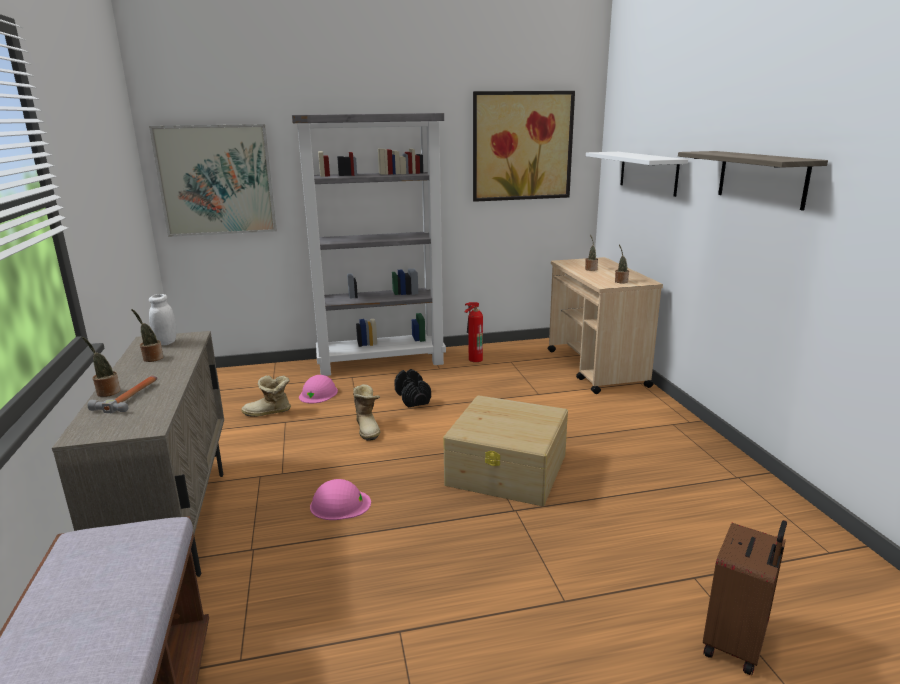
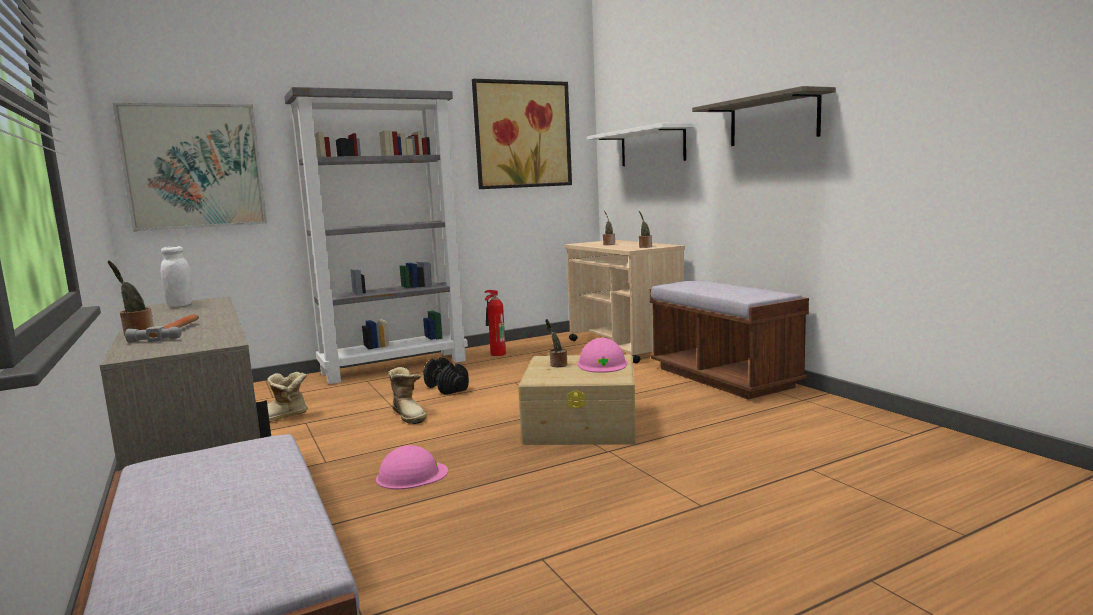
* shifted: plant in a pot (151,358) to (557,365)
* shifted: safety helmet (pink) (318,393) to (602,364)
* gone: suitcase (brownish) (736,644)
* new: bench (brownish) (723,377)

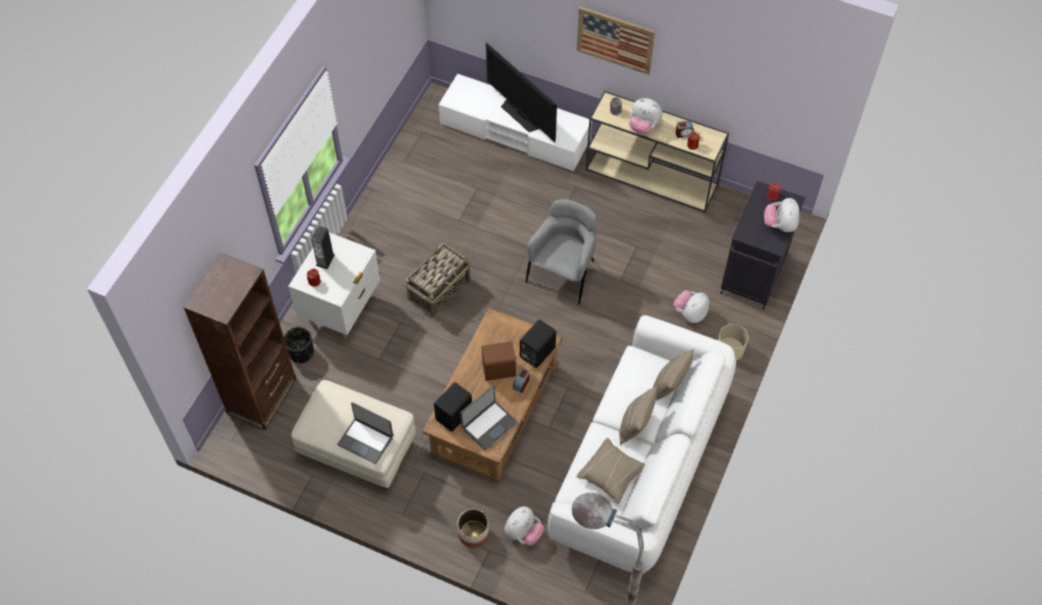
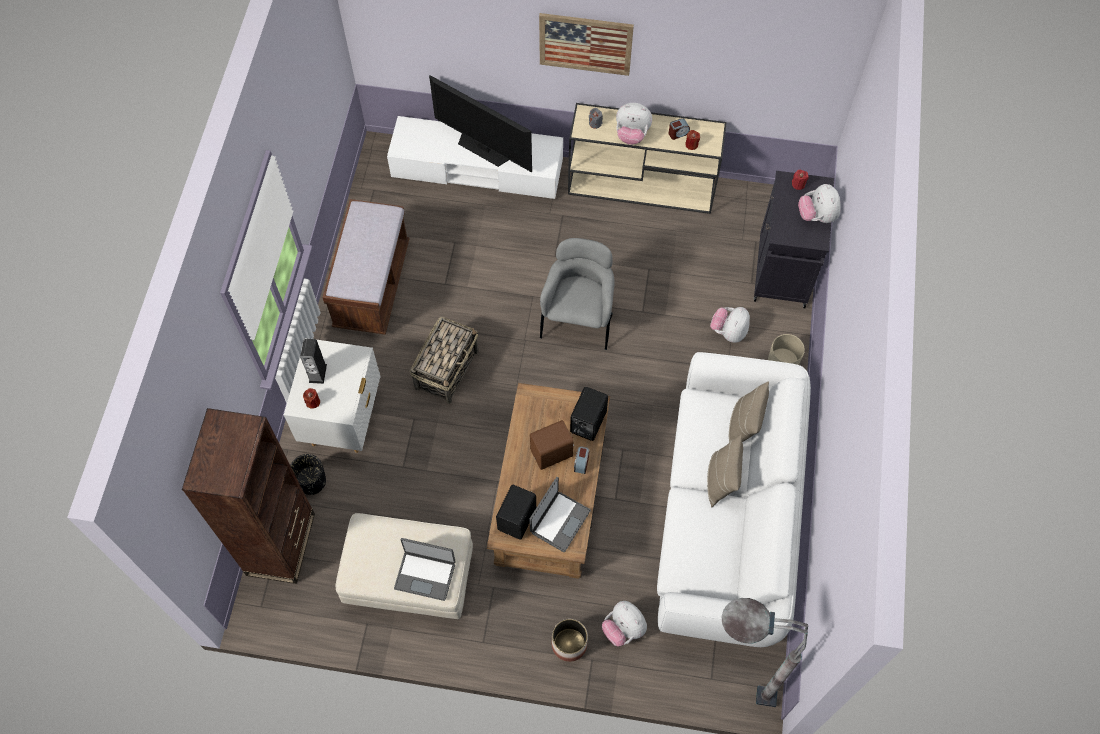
* gone: throw pillow (sand-coloured) (611,475)
* rotated: plush toy (523,533) = (623,629) 120 degrees clockwise
* new: bench (brownish) (372,285)

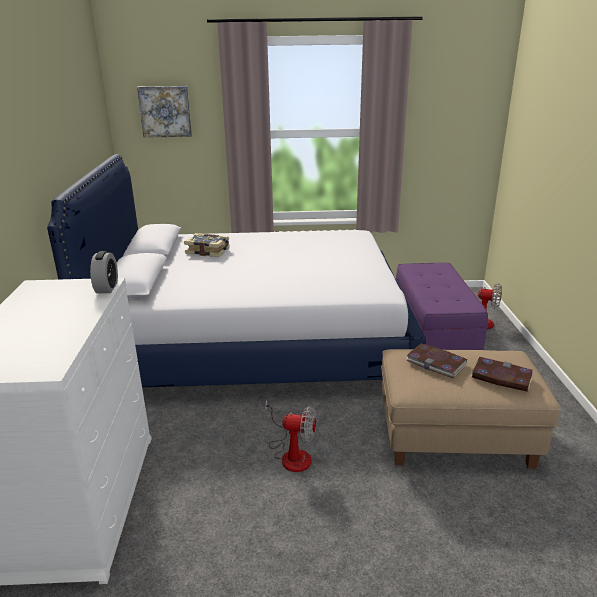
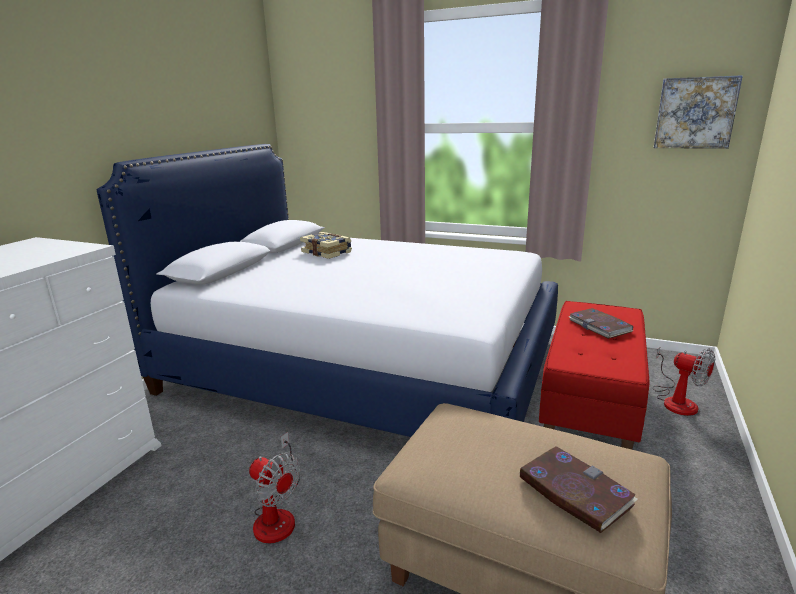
* shifted: wall art (165,111) to (695,113)
* gone: table clock (107,288)
* repainted: bench (purple) (432,336) to bench (red) (589,406)
* shifted: book (436,362) to (600,326)

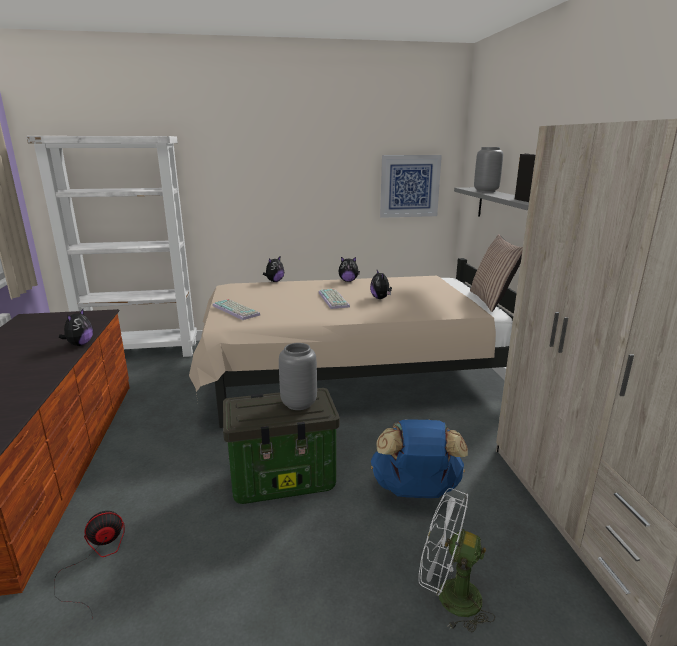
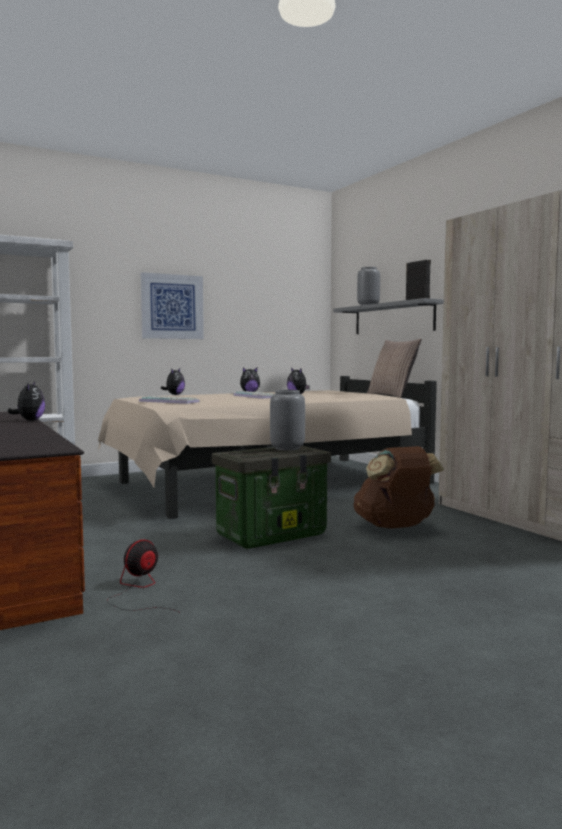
* shifted: wall art (409,186) to (172,306)
* repainted: rucksack (bluish) (415,491) to rucksack (brownish) (395,527)
* gone: fan (white-coloured) (448,596)

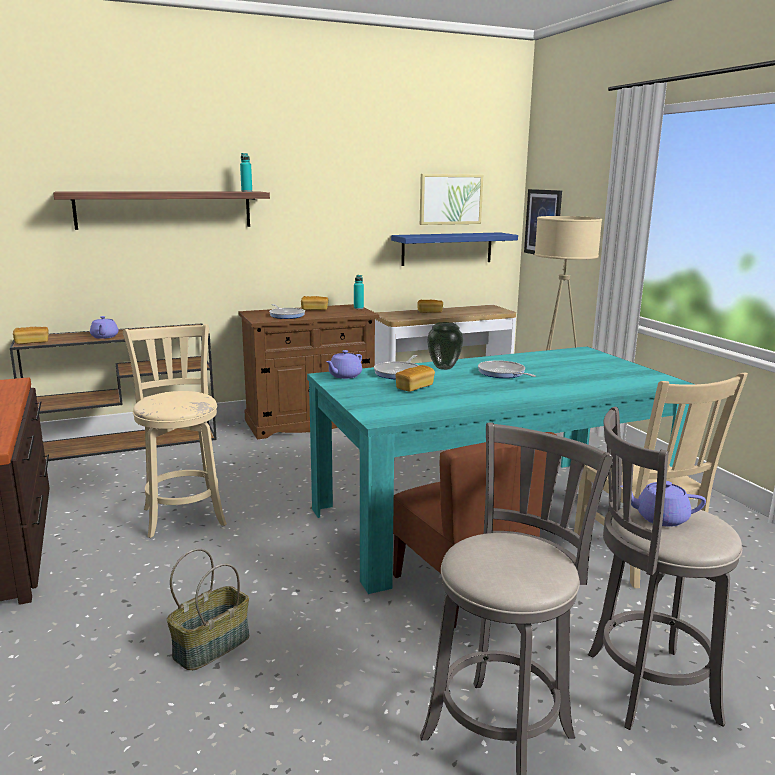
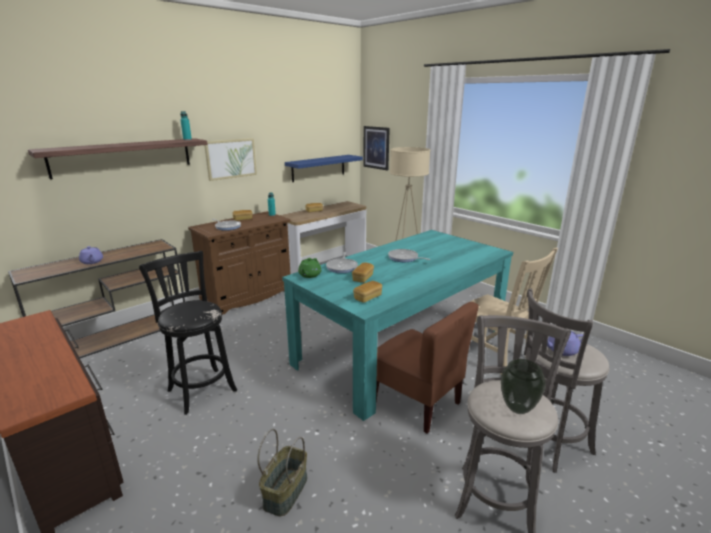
* shifted: wall art (450,199) to (231,158)
* shifted: vase (444,367) to (517,408)
* repainted: stool seat (sand-coloured) (184,514) to stool seat (blackish) (201,389)
* shifted: baked bread (32,342) to (367,297)
* repainted: pot for tea (purple) (344,376) to pot for tea (green-coloured) (309,275)

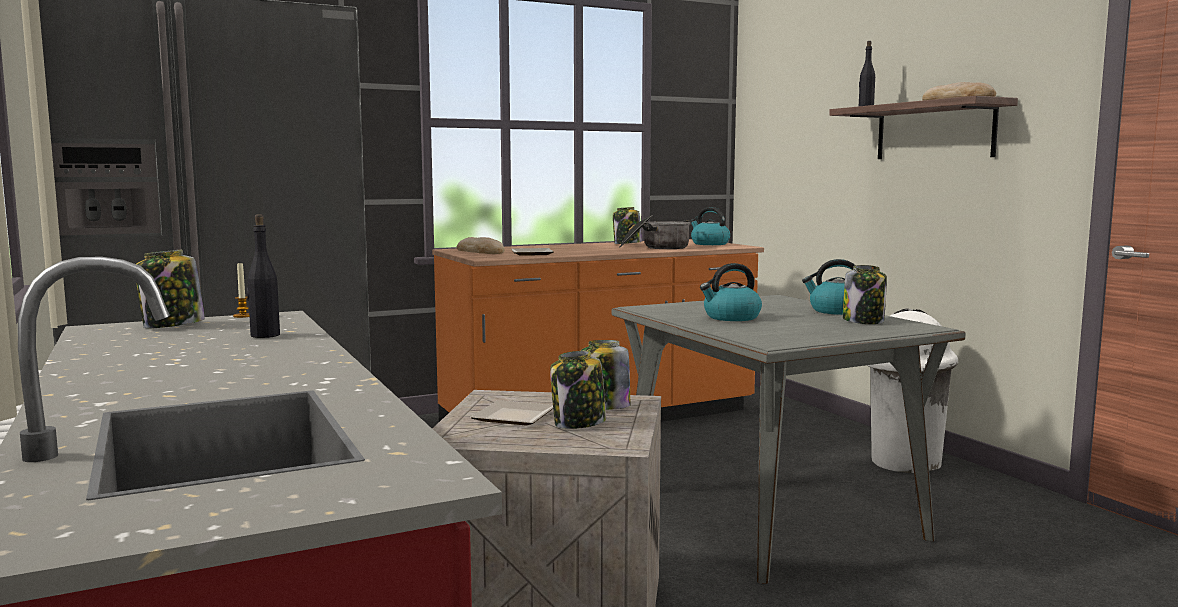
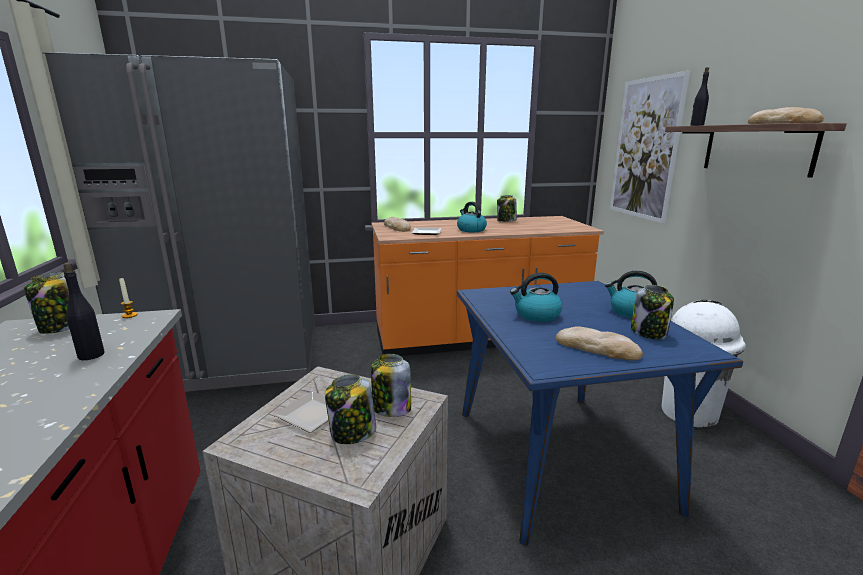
* shifted: kettle (709,244) to (471,230)
* gone: stockpot (655,247)
* repainted: dining table (gray) (769,514) to dining table (bluish) (559,457)
* new: wall art (645,149)
* new: baked bread (597,348)

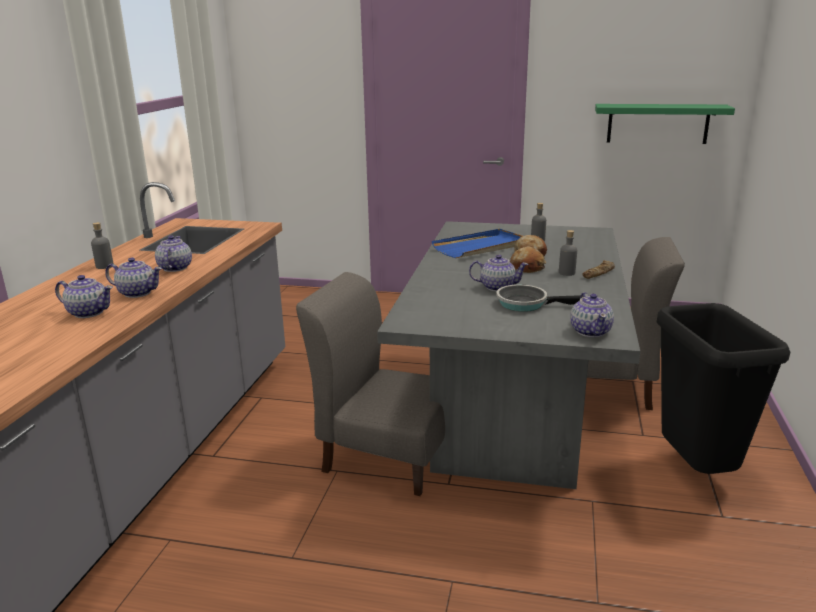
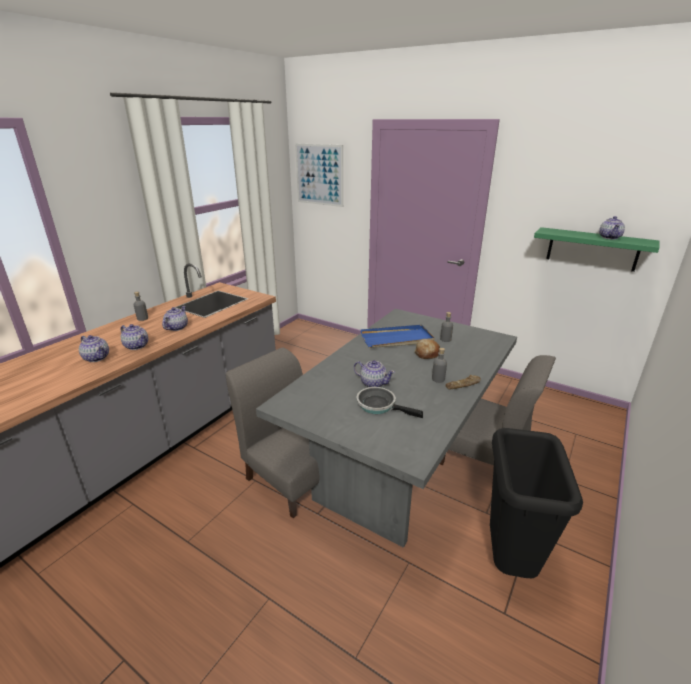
* gone: baked bread (527,267)
* shifted: pot for tea (590,331) to (609,237)
* new: wall art (319,175)

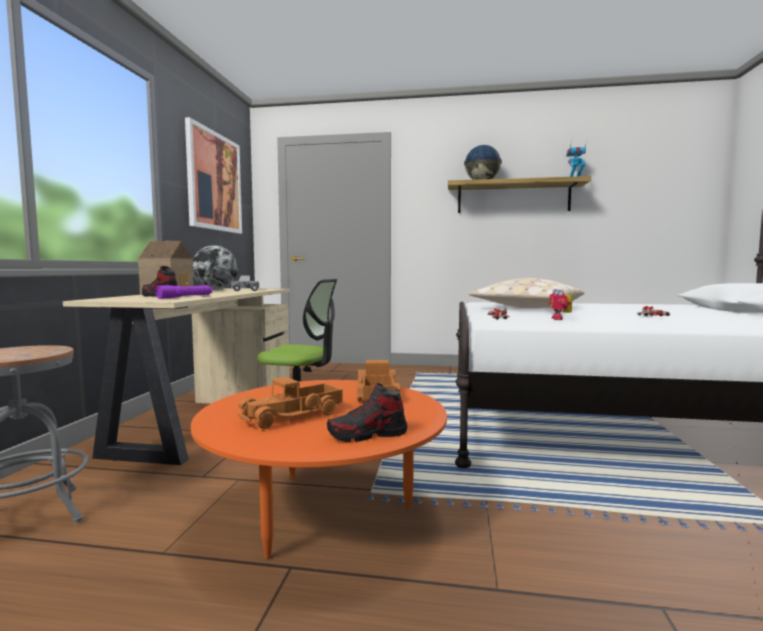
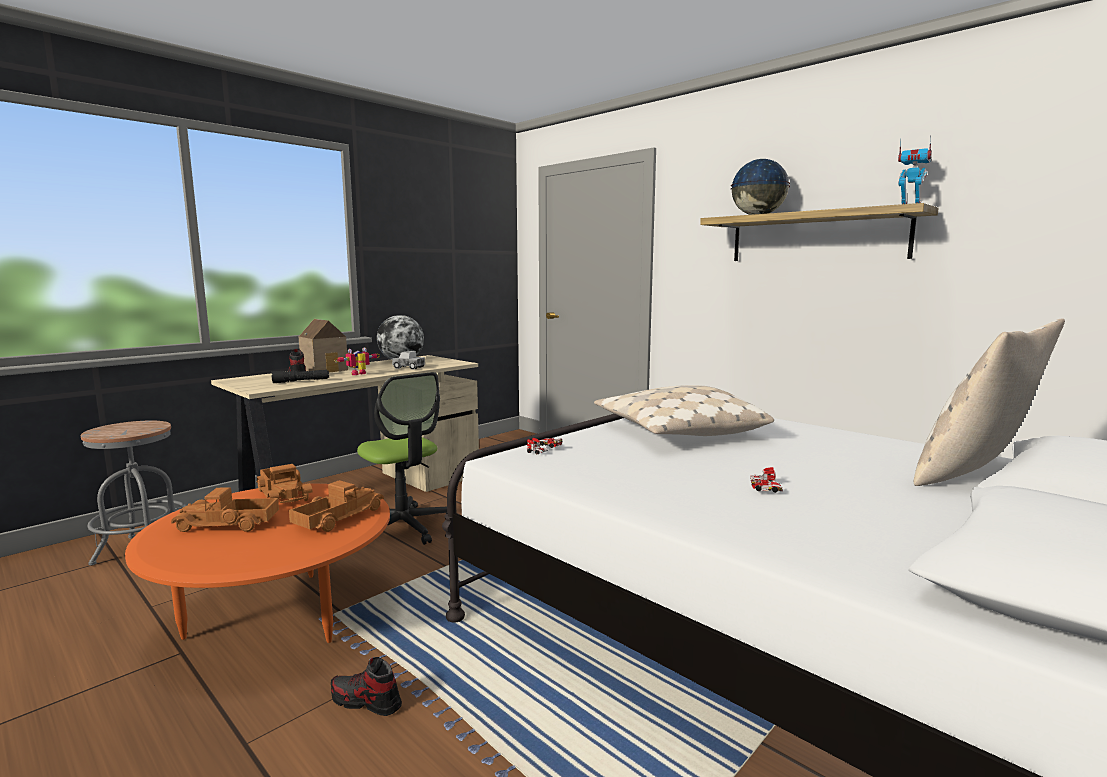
* gone: wall art (214,182)
* repainted: torch (purple) (185,297) to torch (blackish) (301,381)
* shifted: toy robot (560,319) to (360,374)
* shifted: item of footwear (368,435) to (366,702)
* new: throw pillow (sand-coloured) (974,475)
* new: toy lorry (285,494)

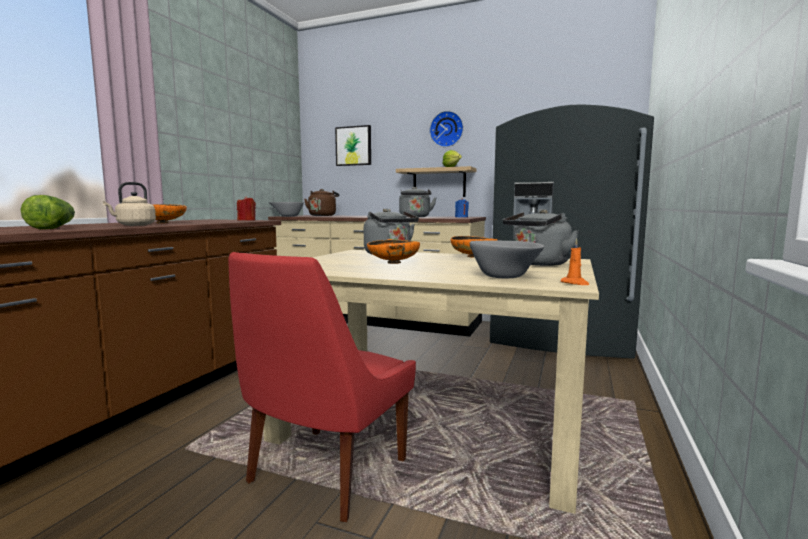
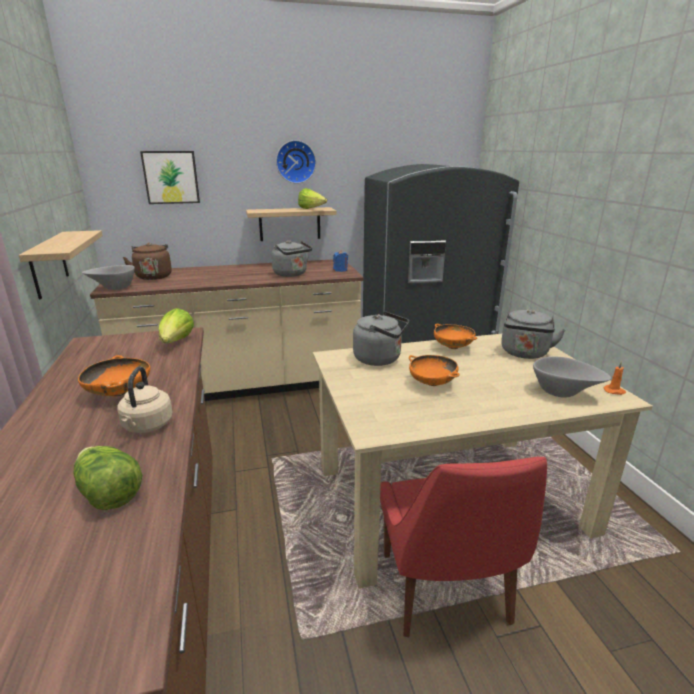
* swapped: wax candle (red) (246,220) to lettuce (176,342)
* new: shelf (48,264)

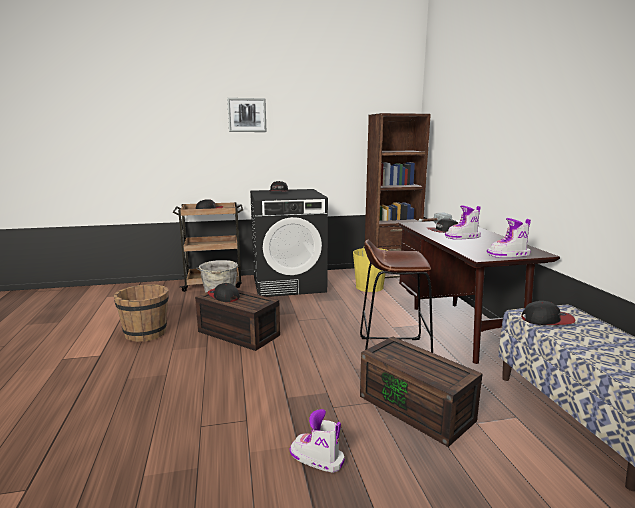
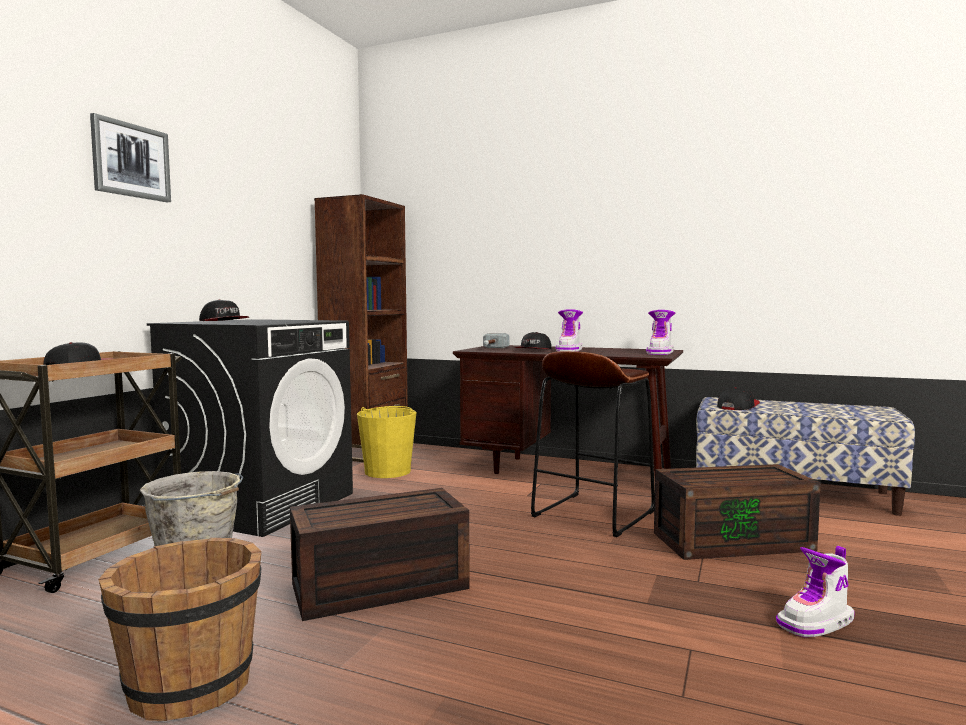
* gone: baseball cap (223,296)

